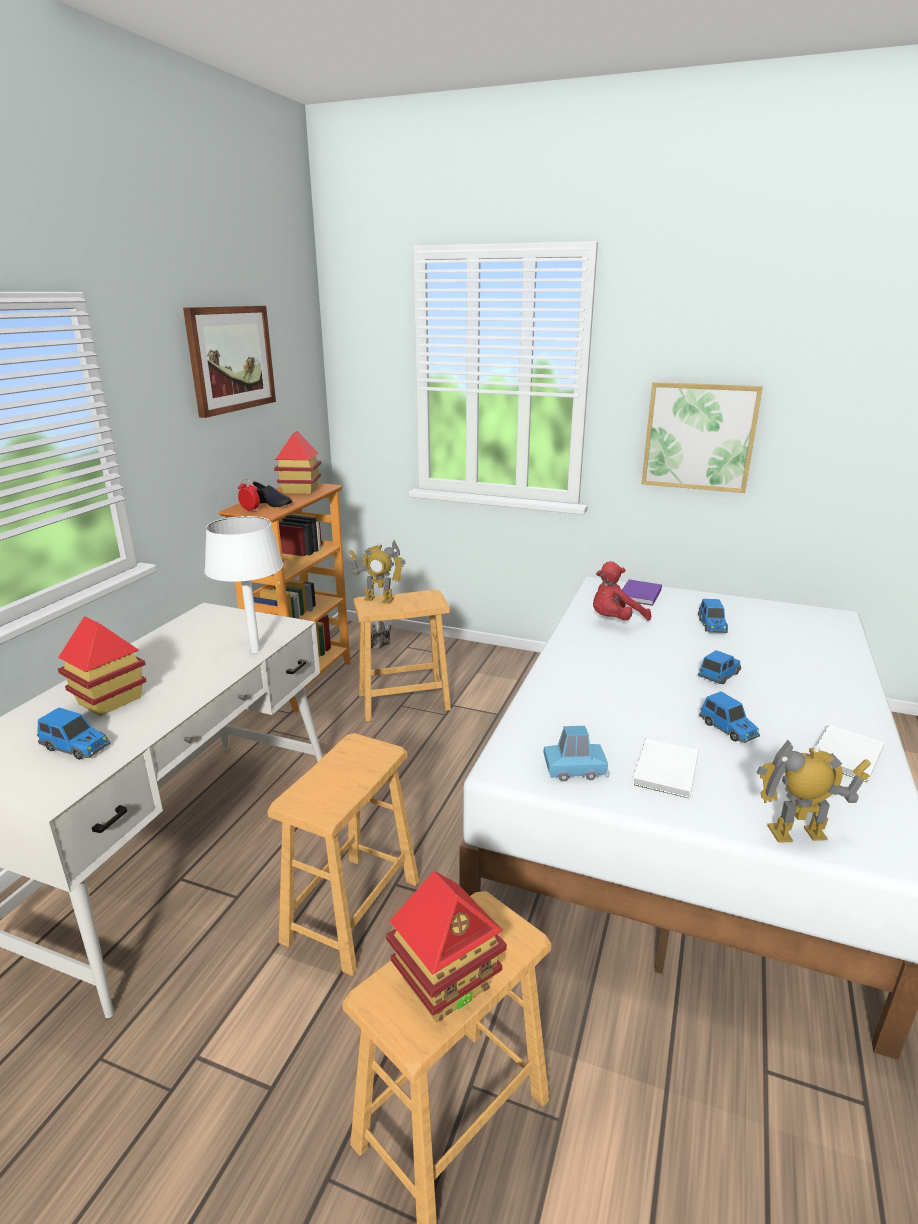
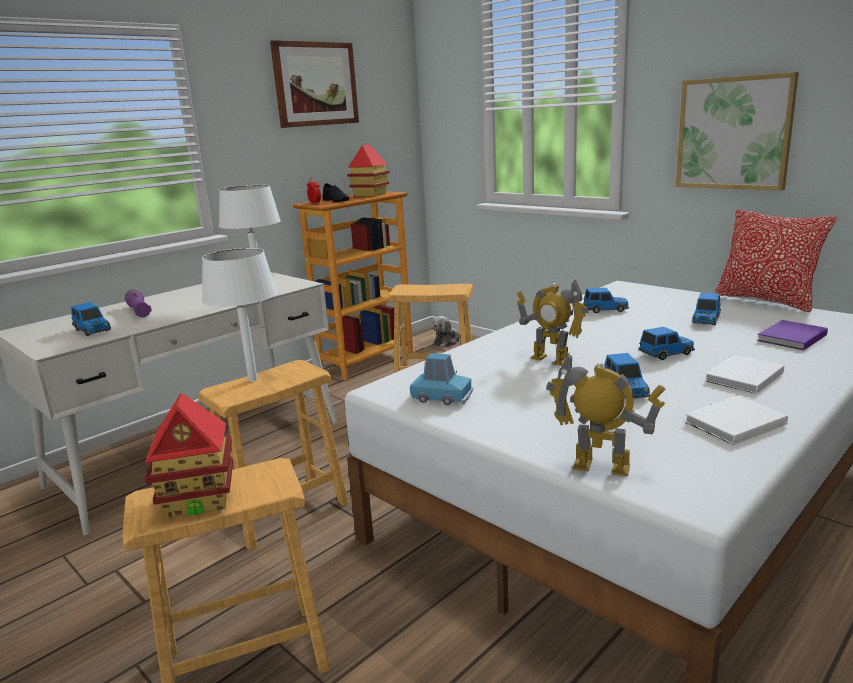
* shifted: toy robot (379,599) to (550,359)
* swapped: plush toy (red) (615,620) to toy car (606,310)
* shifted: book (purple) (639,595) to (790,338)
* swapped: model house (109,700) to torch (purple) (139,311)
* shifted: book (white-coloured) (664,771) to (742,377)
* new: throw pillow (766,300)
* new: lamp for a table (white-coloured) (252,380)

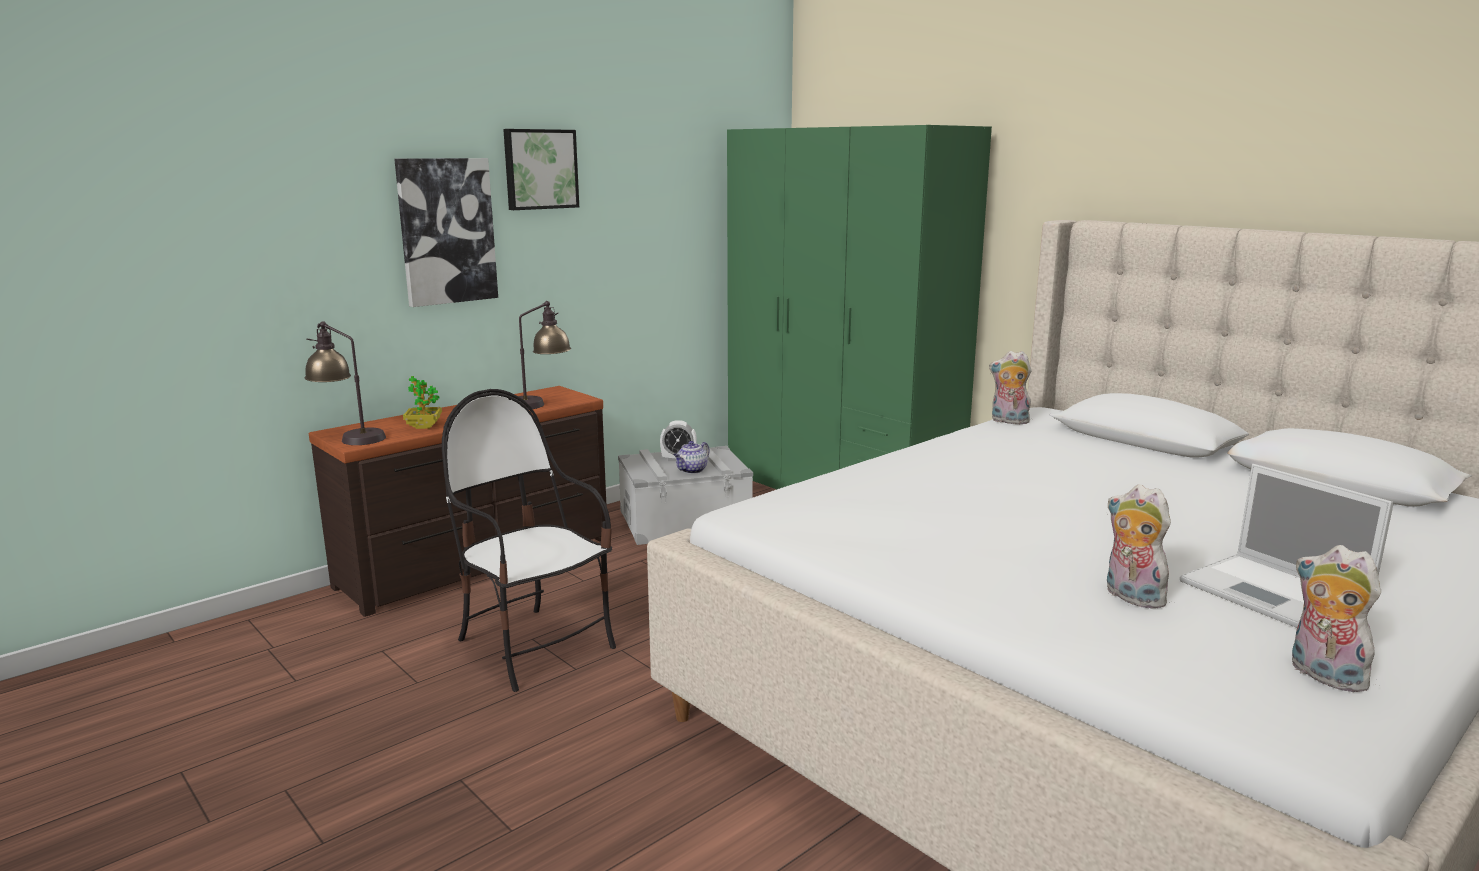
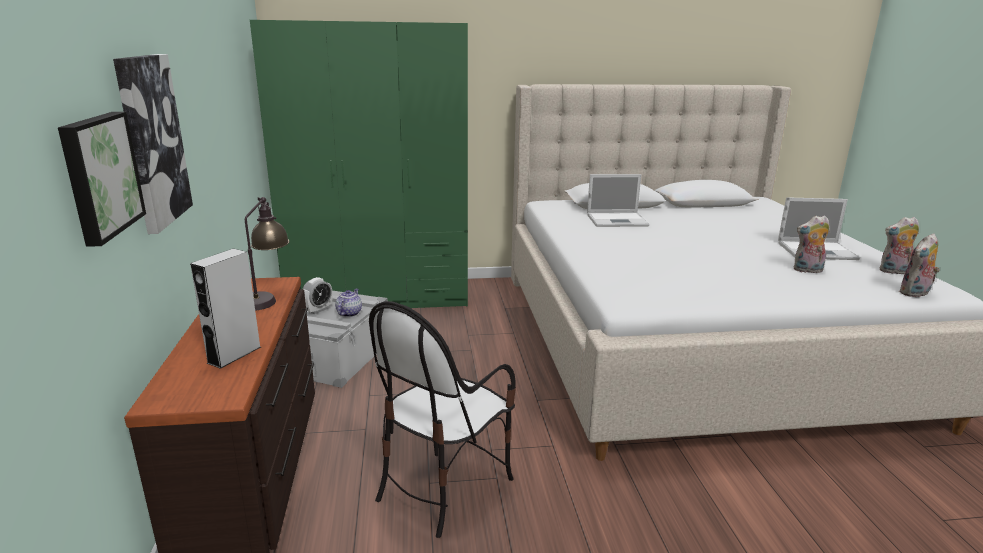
* shifted: wall art (540,169) to (99,175)
* gone: lamp for a table (349,438)
* shifted: plush toy (1008,421) to (915,293)
* swapped: plant in a pot (424,426) to loudspeaker (gray) (234,355)
* rotated: upright chair (534,646) = (443,485) 45 degrees counterclockwise
* rotated: pot for tea (691,470) = (349,313) 150 degrees counterclockwise
* new: notebook computer (618,220)

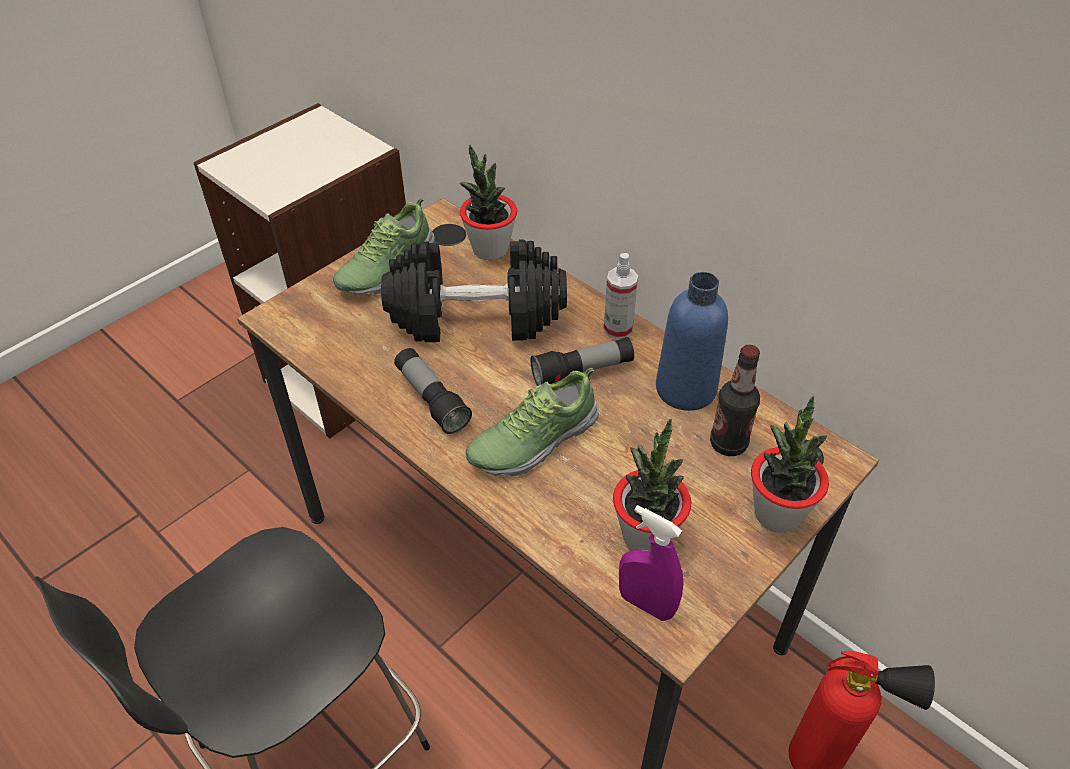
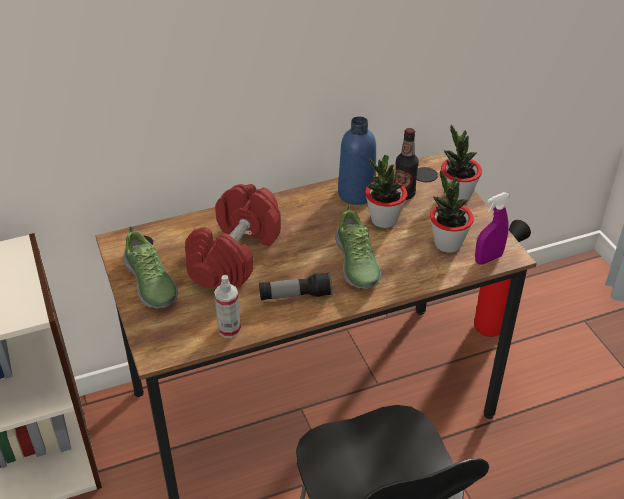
* shifted: plant in a pot (490,249) to (384,220)
* repainted: hand weight (blackish) (477,316) to hand weight (red) (234,254)
* shifted: sprayer (618,329) to (229,329)
* gone: torch (582,371)

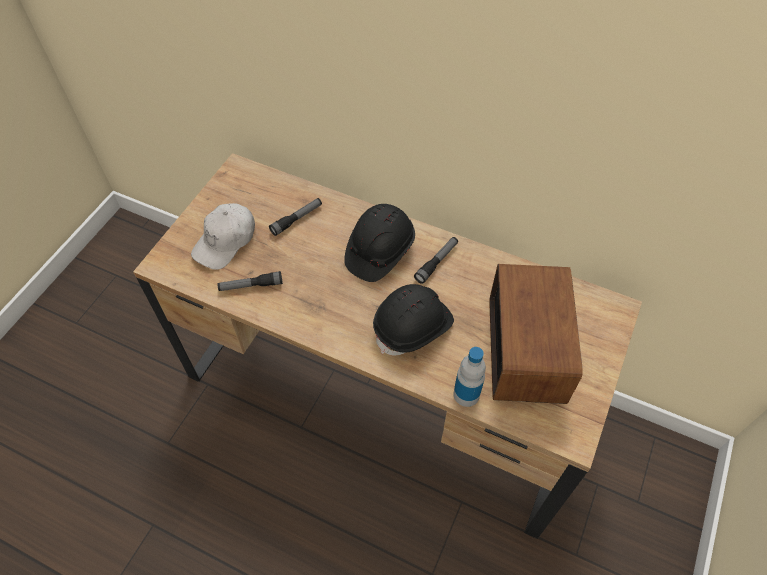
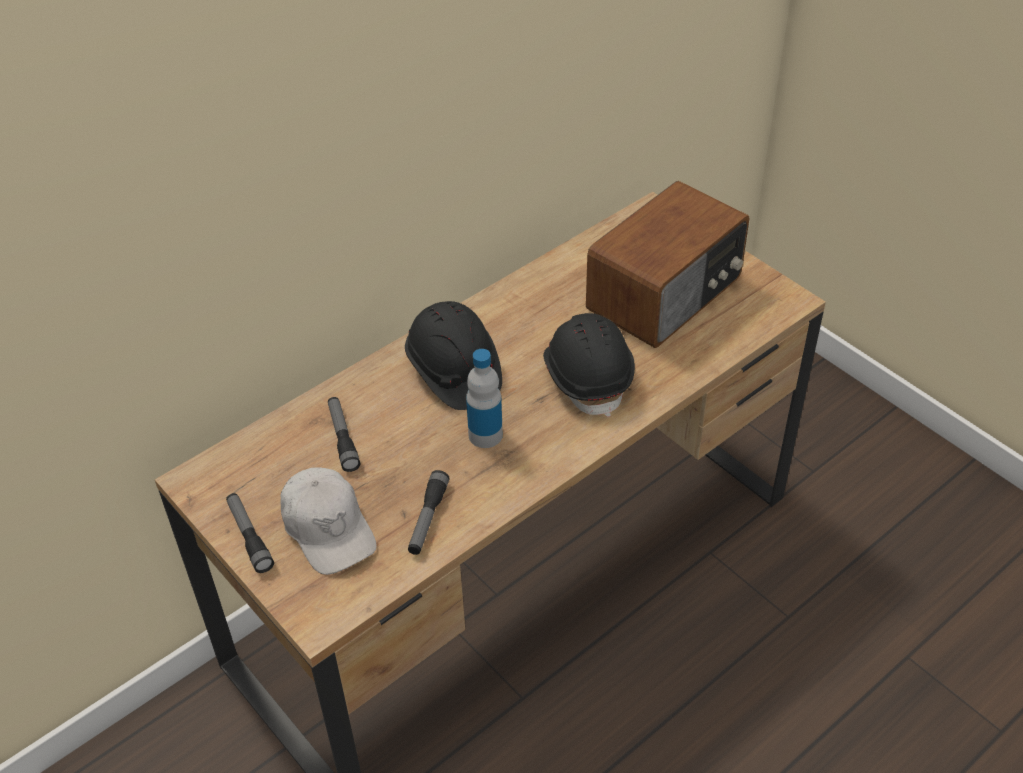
* shifted: torch (437,262) to (249,537)
* rotated: radio (528,349) = (667,294) 105 degrees clockwise
* shifted: drink bottle (466,394) to (485,435)

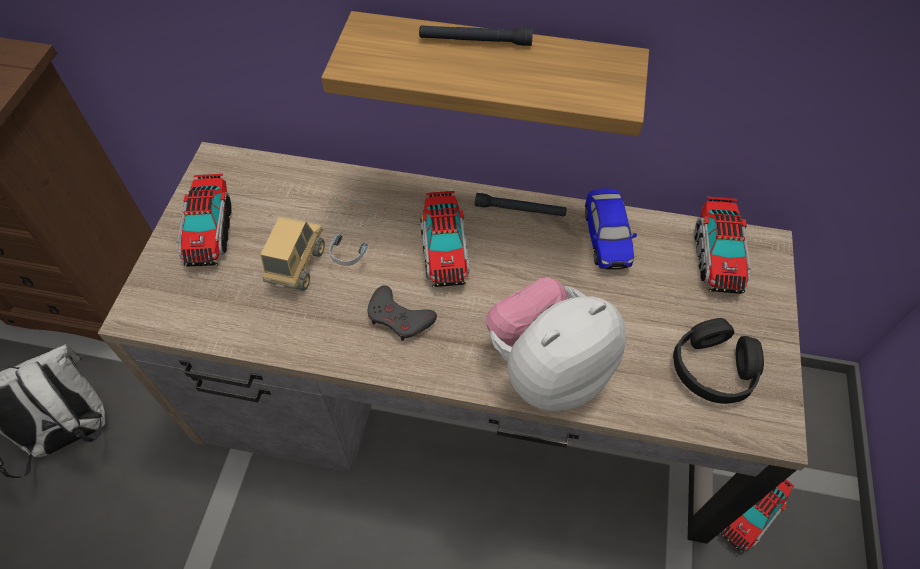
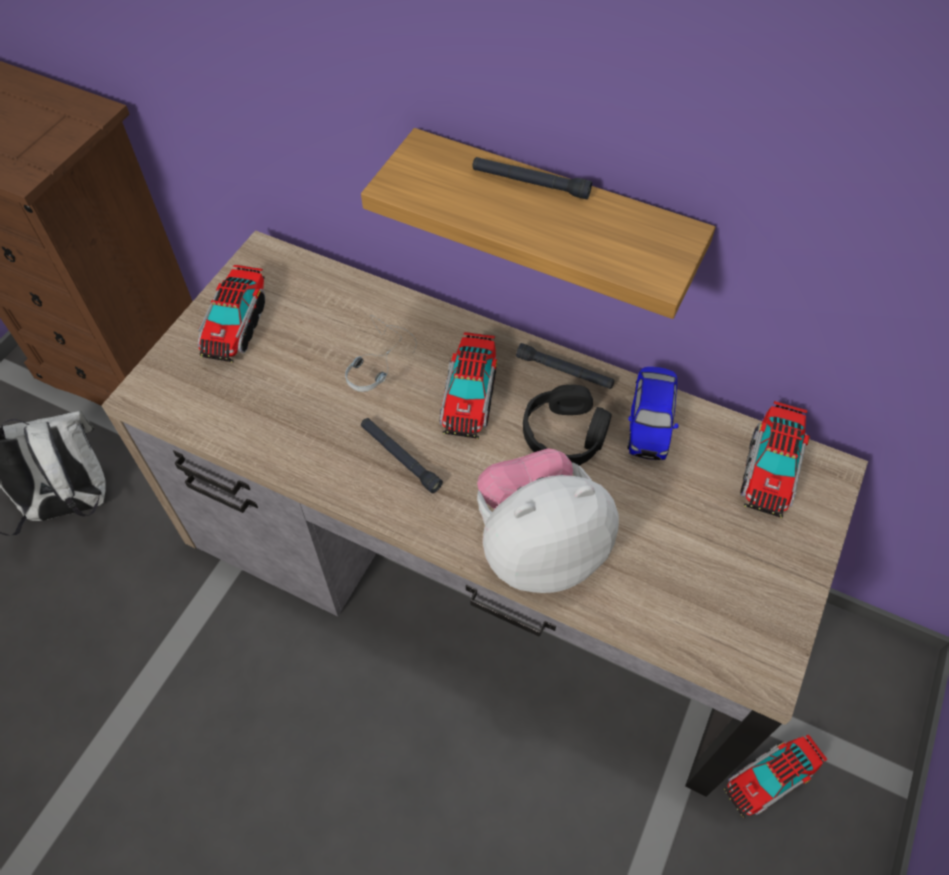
* gone: toy lorry (297,266)
* swapped: game controller (gray) (399,317) to torch (blackish) (400,457)
* shifted: pair of headphones (blackish) (713,368) to (564,434)

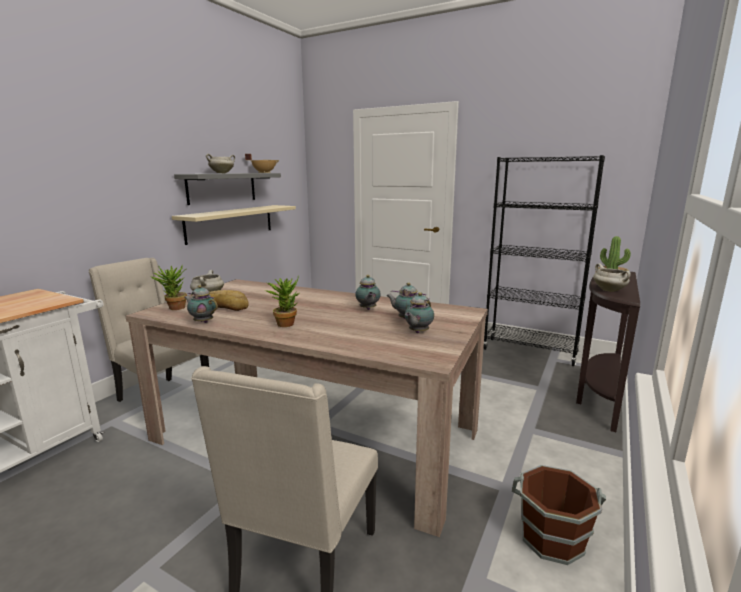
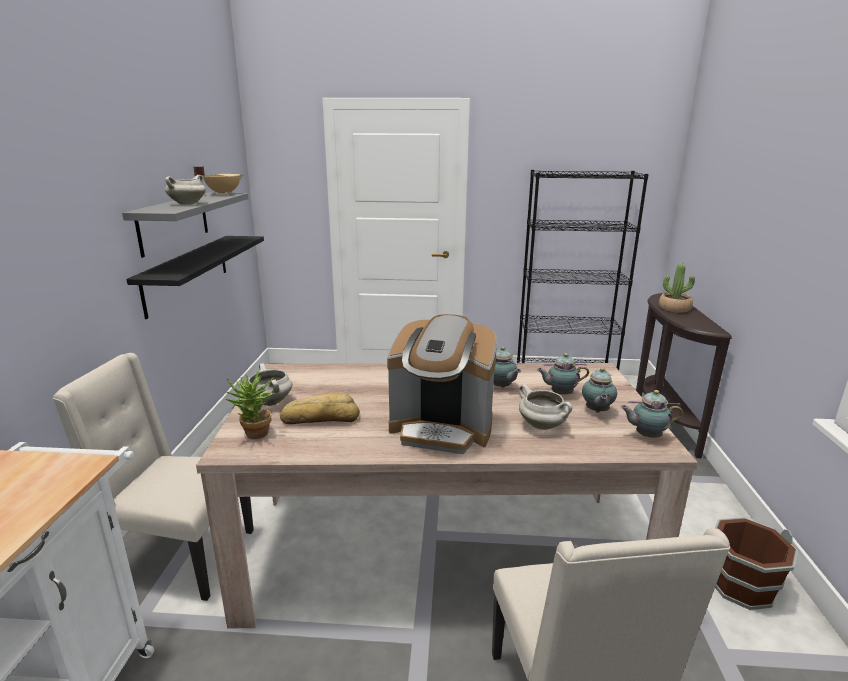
* repainted: shelf (sand-coloured) (230,223) to shelf (blackish) (187,273)
* shifted: stockpot (white-coloured) (610,290) to (543,426)
* swapped: plant in a pot (286,323) to coffee brewer (442,429)
* shifted: pot for tea (203,322) to (646,436)

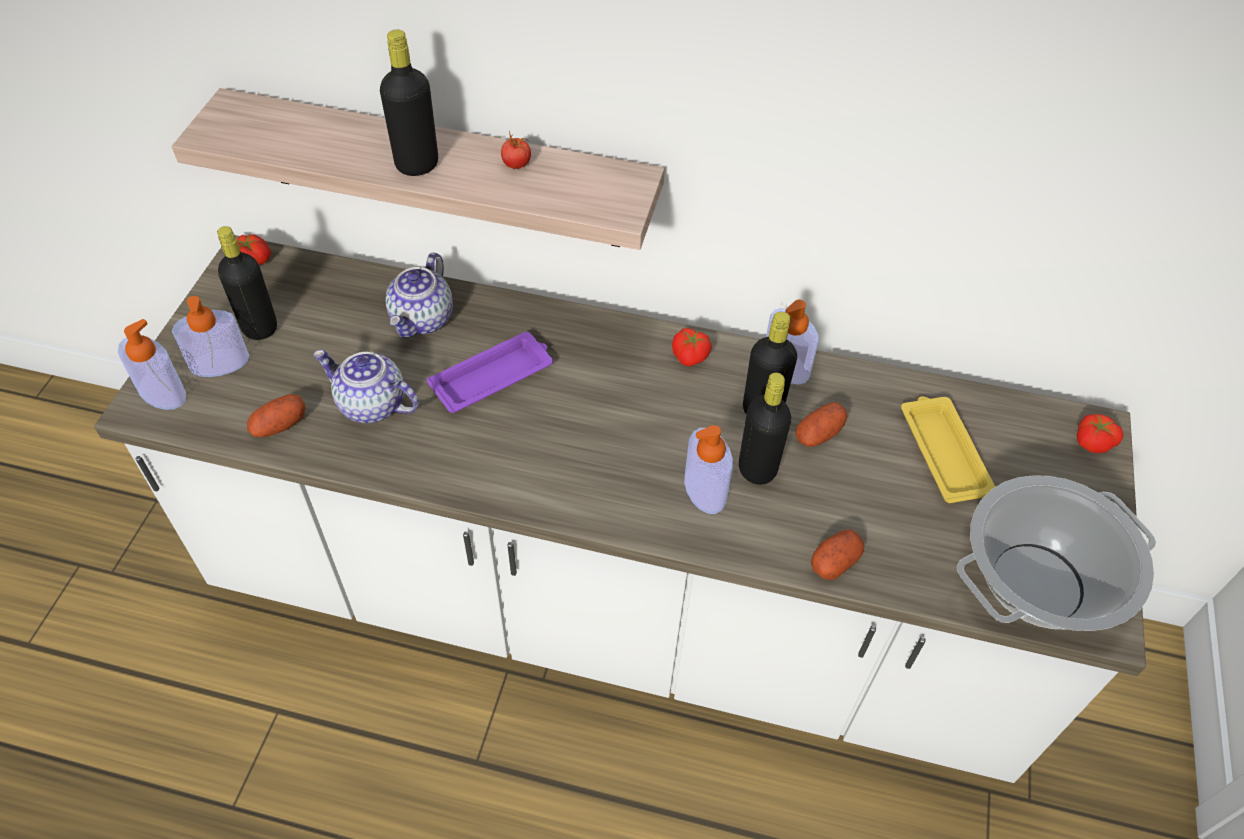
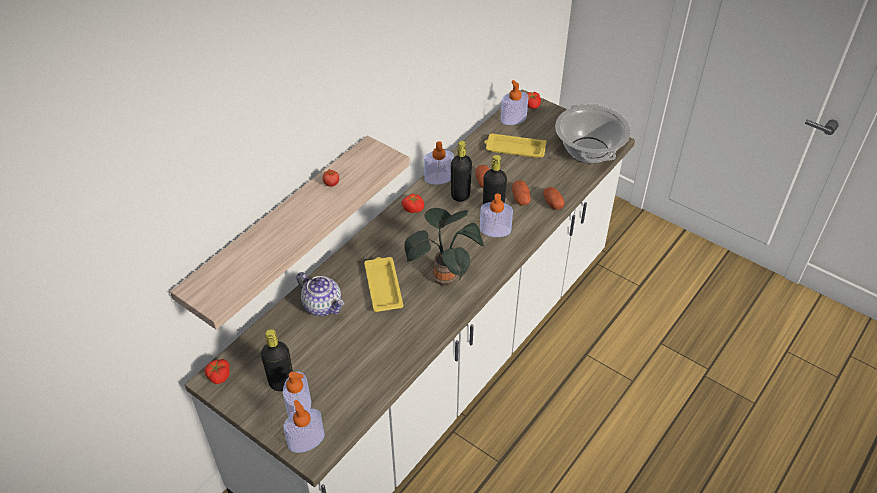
* gone: drink bottle (blackish) (417,164)
* repainted: tray (purple) (494,377) to tray (yellowish) (383,286)
* gone: pot for tea (371,405)
* shifted: spud (279,425) to (521,198)
* new: soap dispenser (513,119)
* new: plant in a pot (445,276)

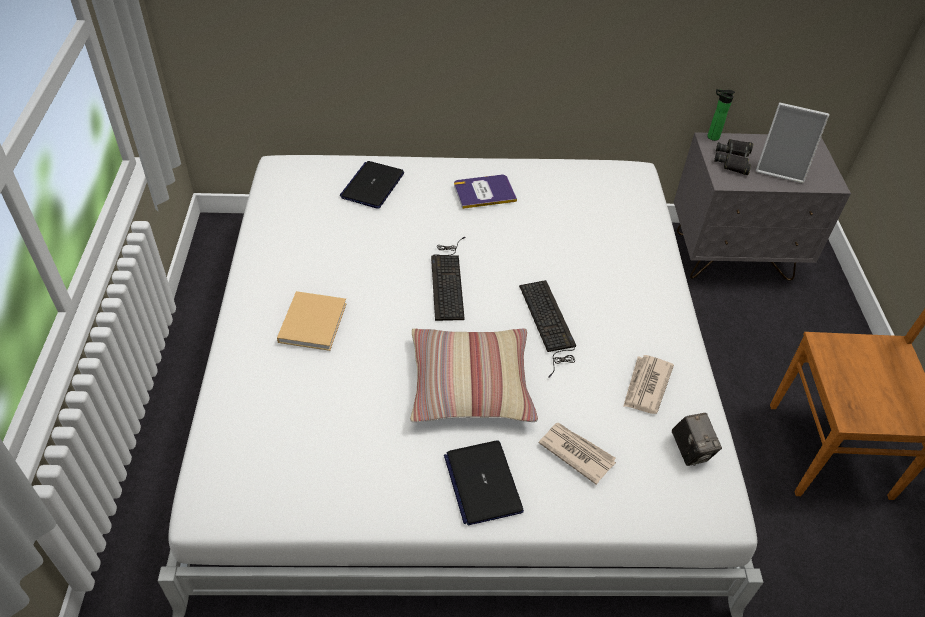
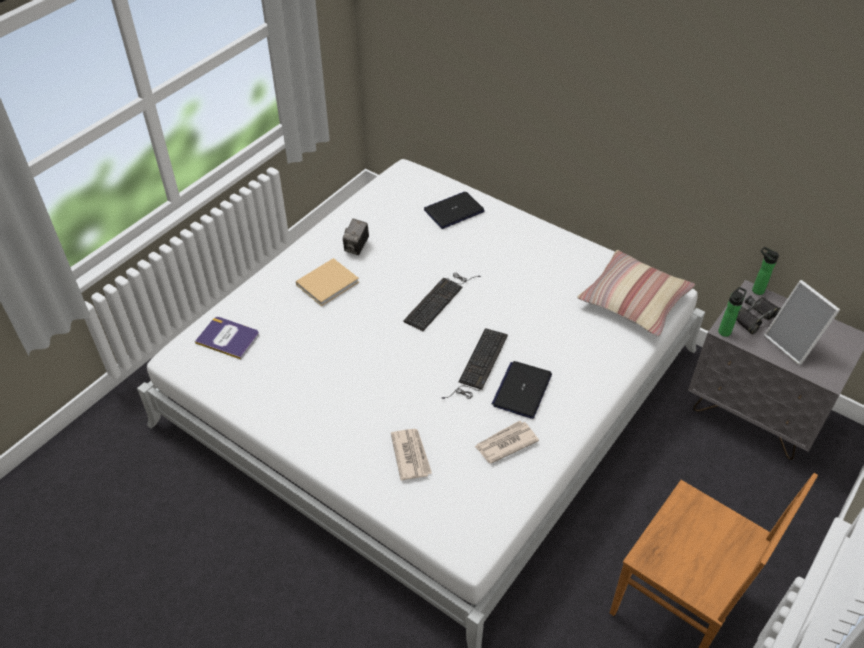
* shifted: book (484,192) to (228,338)
* shifted: throw pillow (470,384) to (634,300)
* shifted: still camera (690,450) to (356,247)
* shifted: notebook computer (482,483) to (522,390)
* new: drink bottle (725,331)

